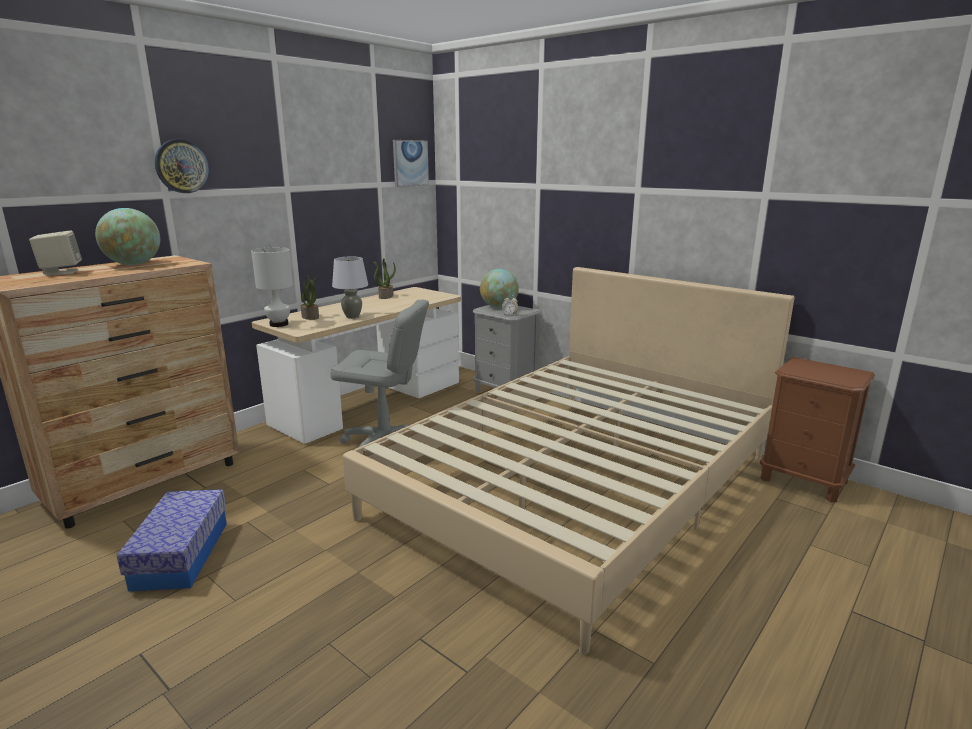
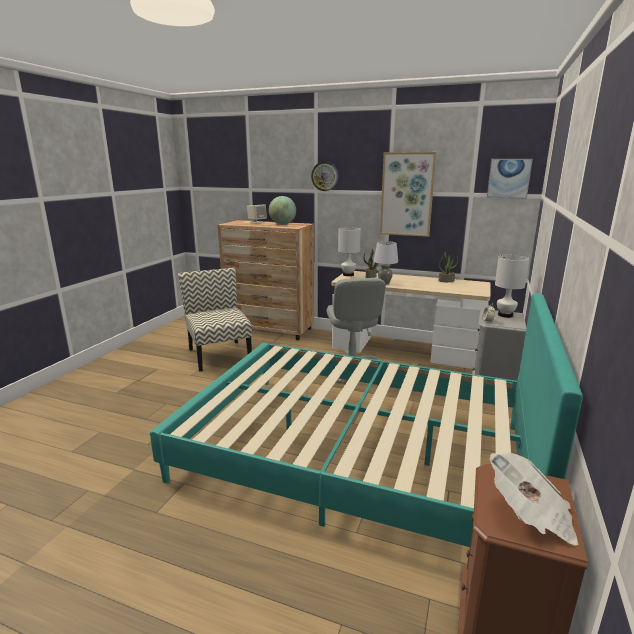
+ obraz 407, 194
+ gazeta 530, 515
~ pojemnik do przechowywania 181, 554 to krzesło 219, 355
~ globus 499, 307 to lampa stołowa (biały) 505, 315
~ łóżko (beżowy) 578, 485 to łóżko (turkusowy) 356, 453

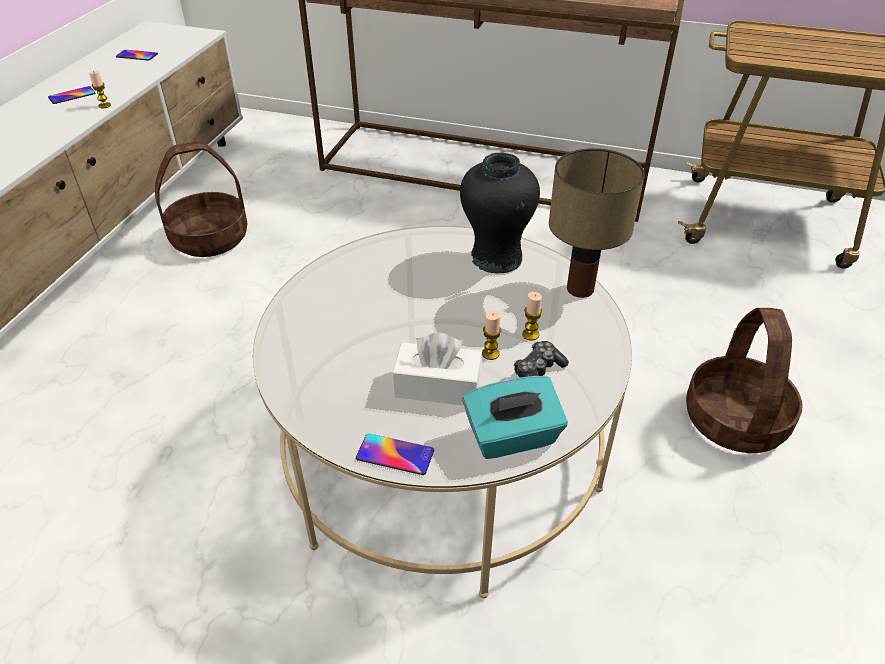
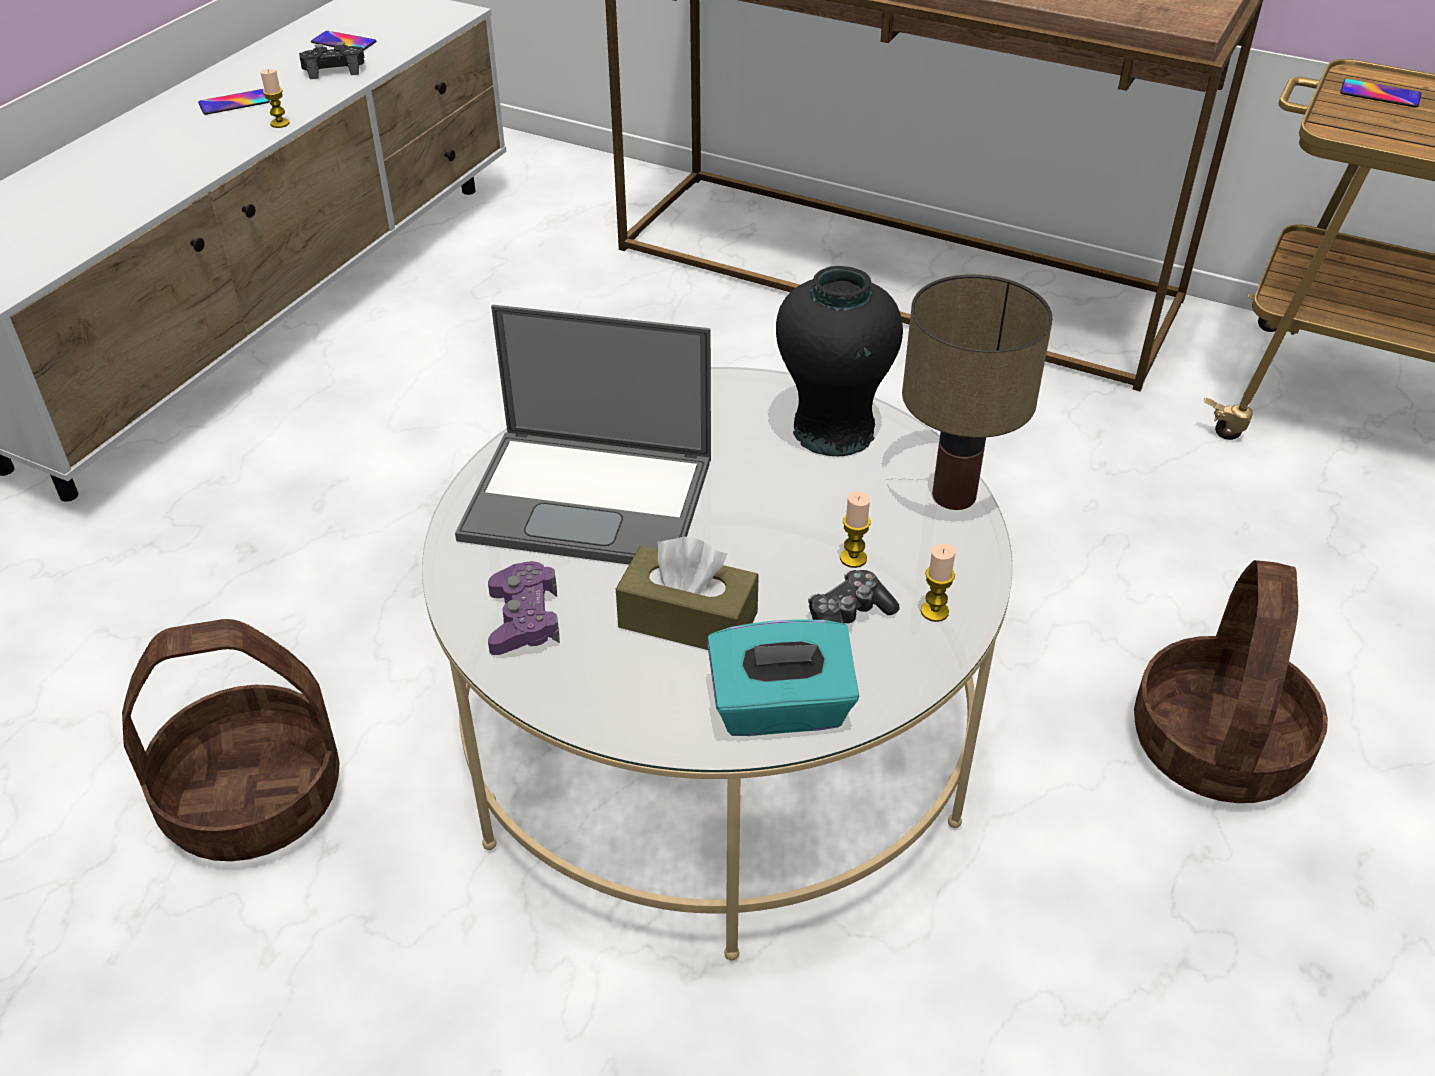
+ pad do gier (czarny) 334, 69
+ laptop 592, 498
+ pad do gier (fioletowy) 524, 619
~ koszyk 210, 238 to 254, 796
~ telefon 395, 454 to 1380, 94
~ świeca 490, 353 to 934, 611
~ pudełko chusteczek (biały) 437, 386 to pudełko chusteczek (brązowy) 688, 620

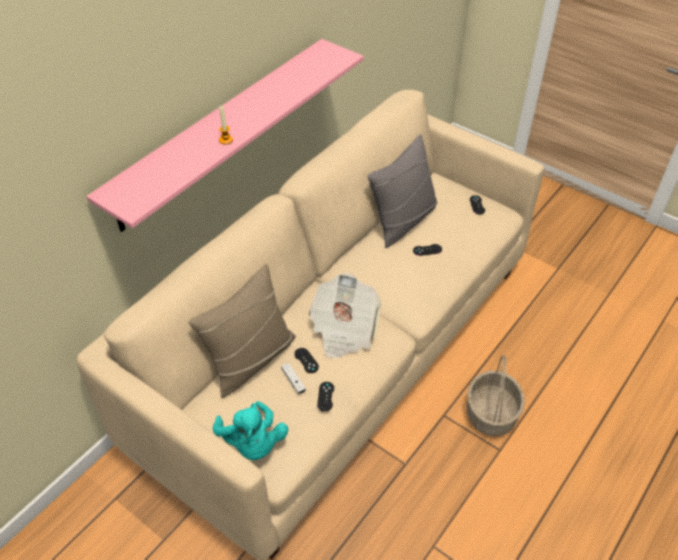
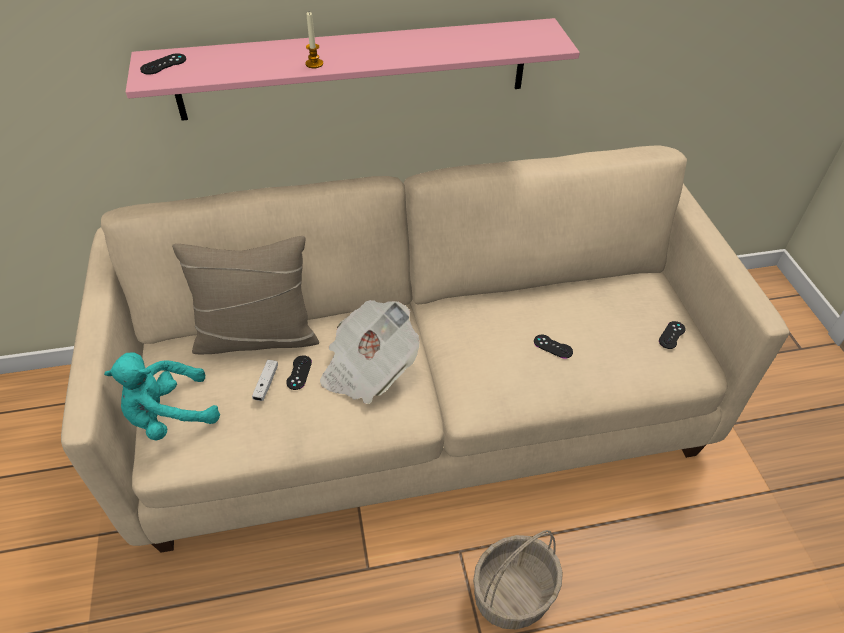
- poduszka (szary) 403, 220
~ pad do gier (czarny) 325, 396 to 163, 64
~ pluszak (turkusowy) 252, 443 = 169, 415 45 degrees clockwise

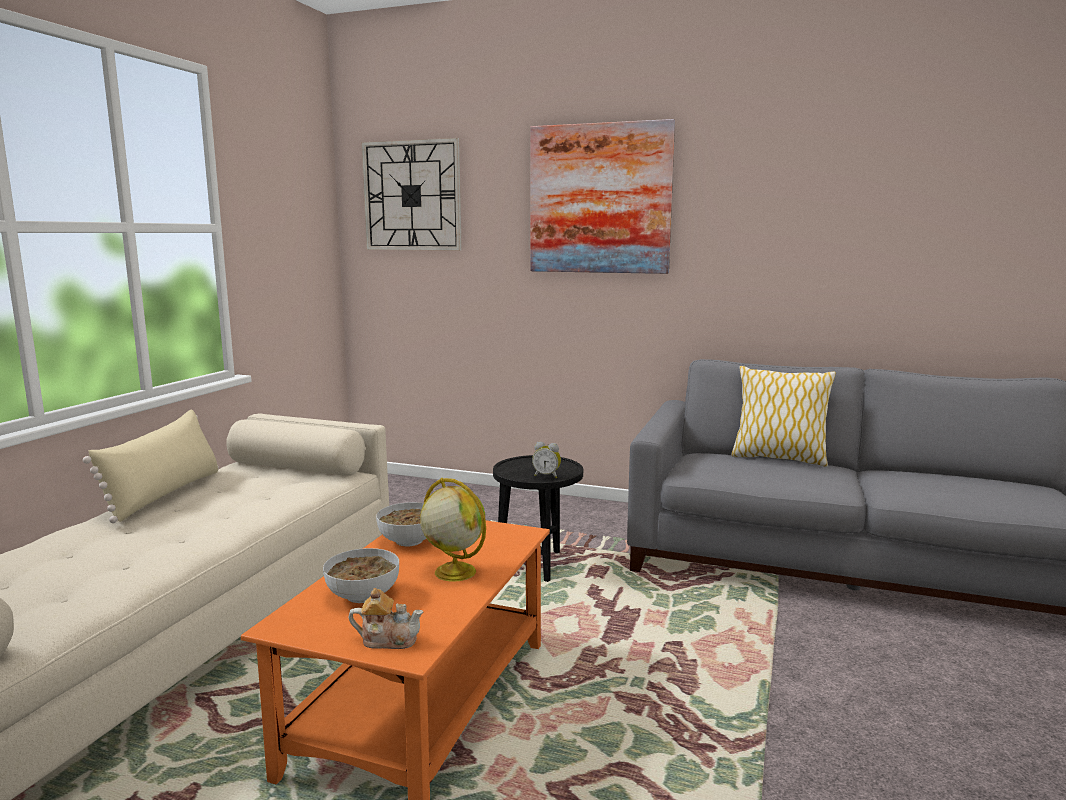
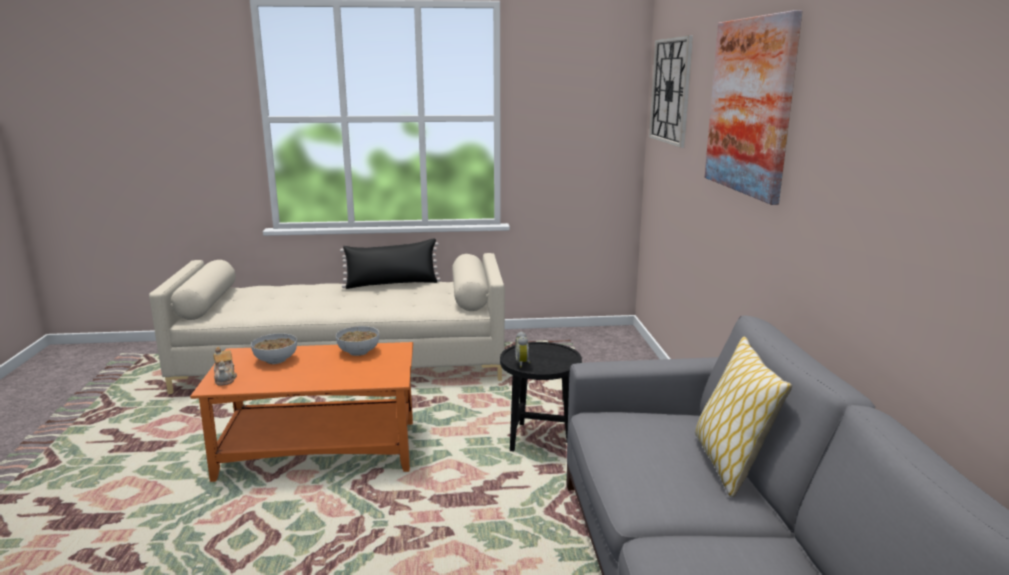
- globus 454, 572
~ poduszka (beżowy) 165, 494 to poduszka (czarny) 392, 284

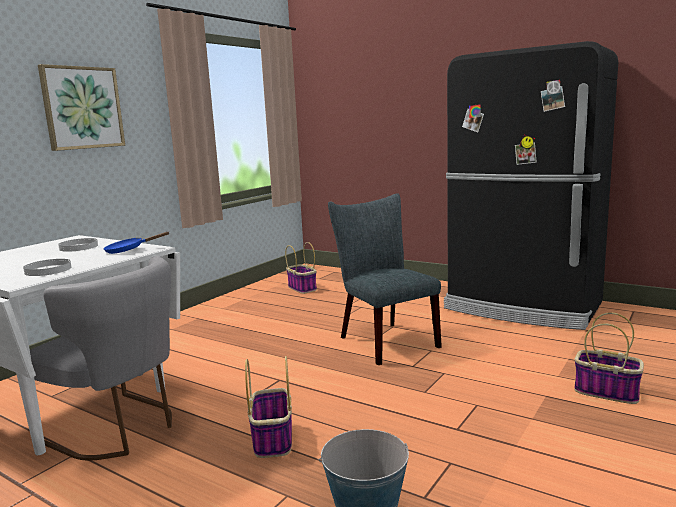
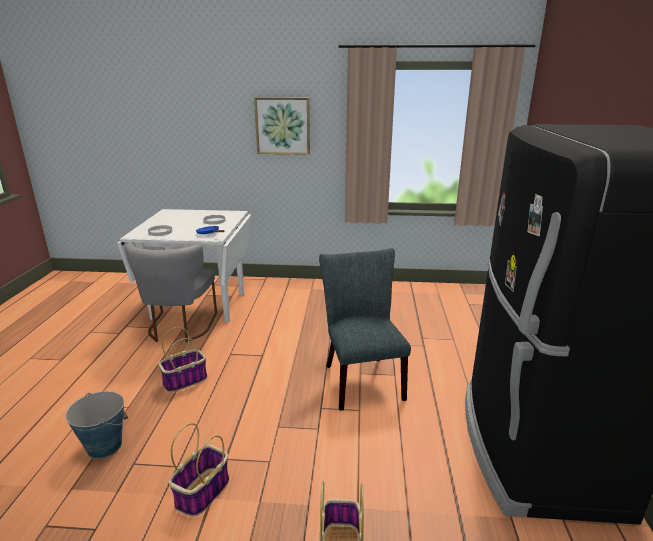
~ koszyk 302, 288 to 202, 493
~ krzesło (szary) 383, 340 = 360, 378 45 degrees counterclockwise

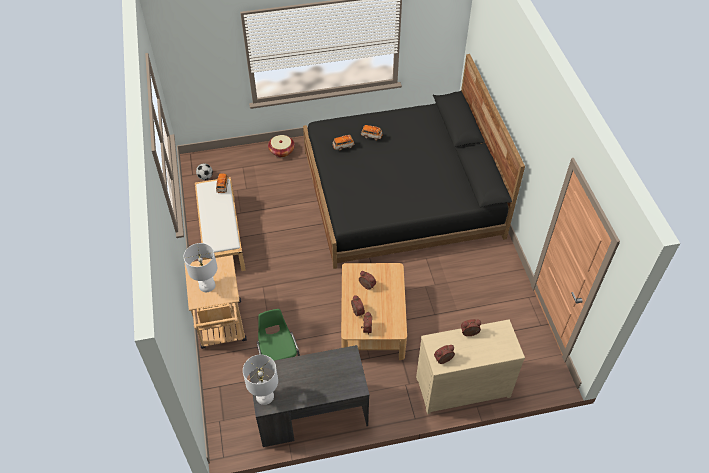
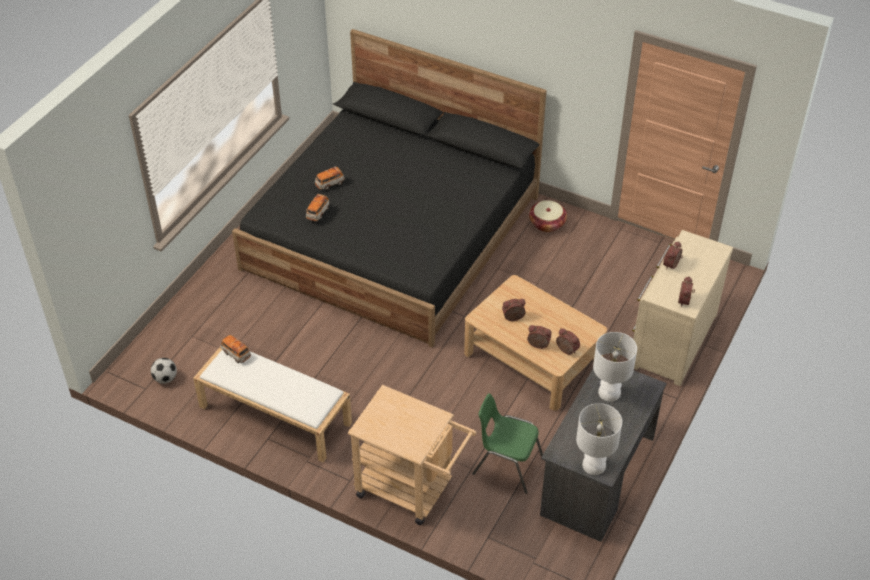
~ lampa stołowa (biały) 206, 285 to 609, 393
~ koszyk 282, 151 to 547, 223

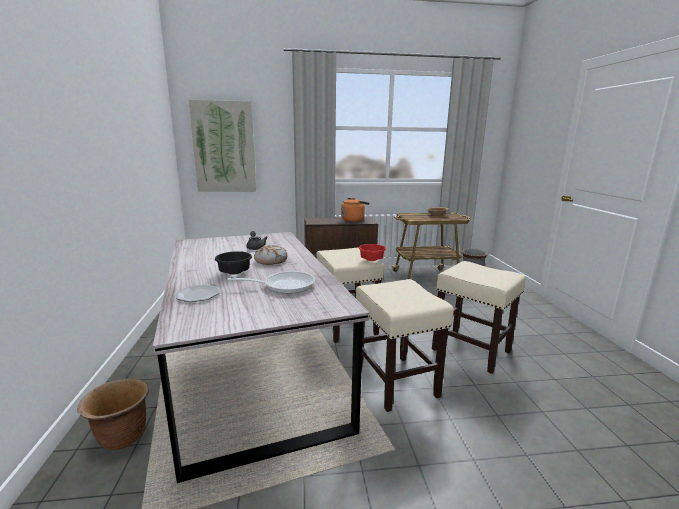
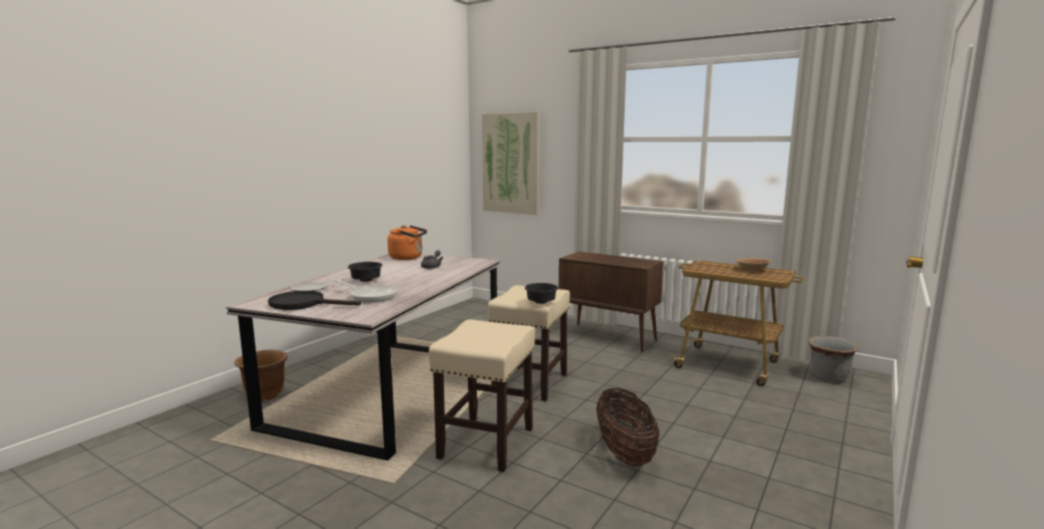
- chleb 271, 260
+ patelnia (czarny) 304, 304
~ czajnik (pomarańczowy) 354, 220 to 408, 258
~ stołek (beżowy) 472, 350 to koszyk 624, 453
~ miska (czerwony) 371, 260 to miska (czarny) 541, 302

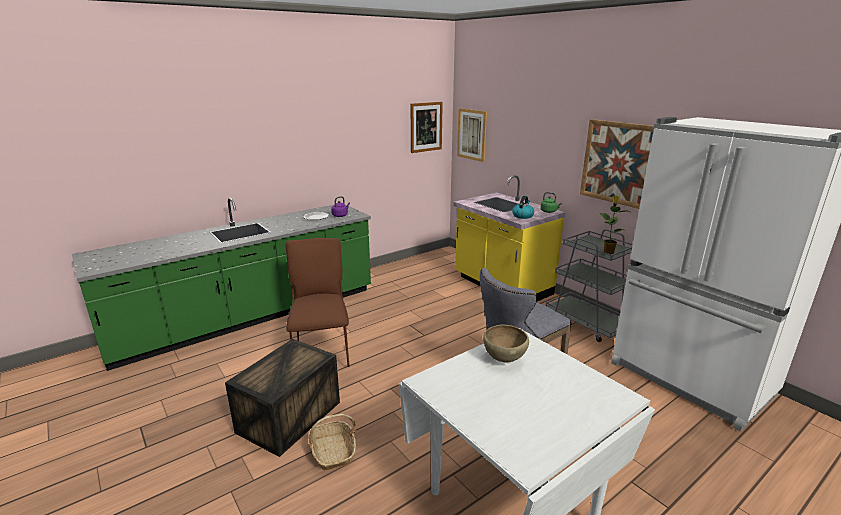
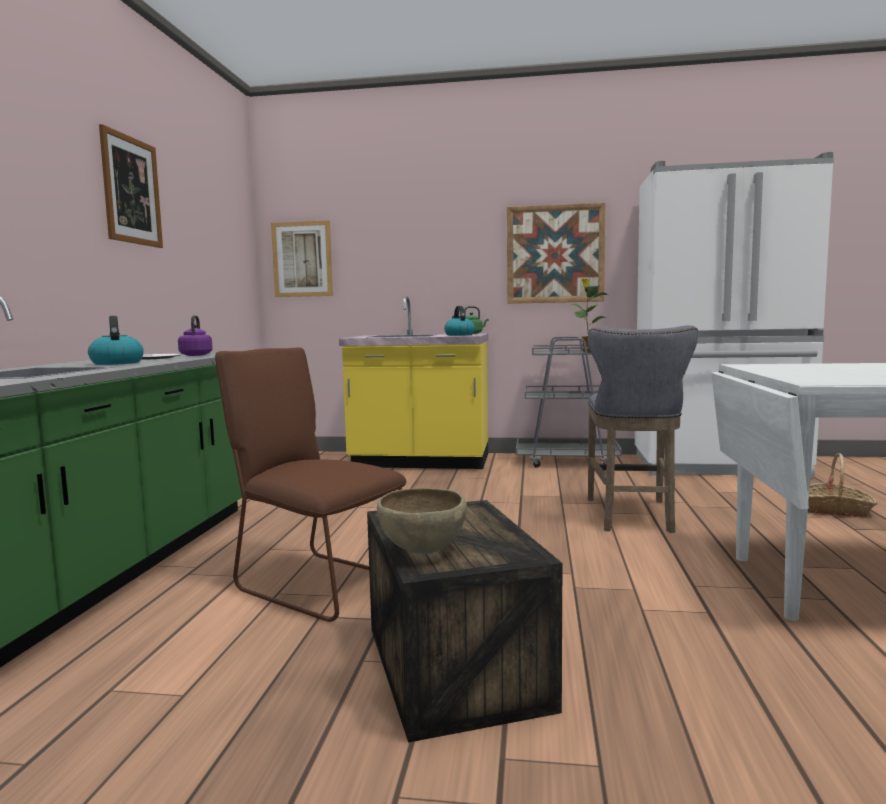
+ czajnik 116, 363
~ koszyk 333, 451 to 833, 510
~ obraz 426, 127 to 131, 190
~ miska (brązowy) 504, 359 to 422, 552

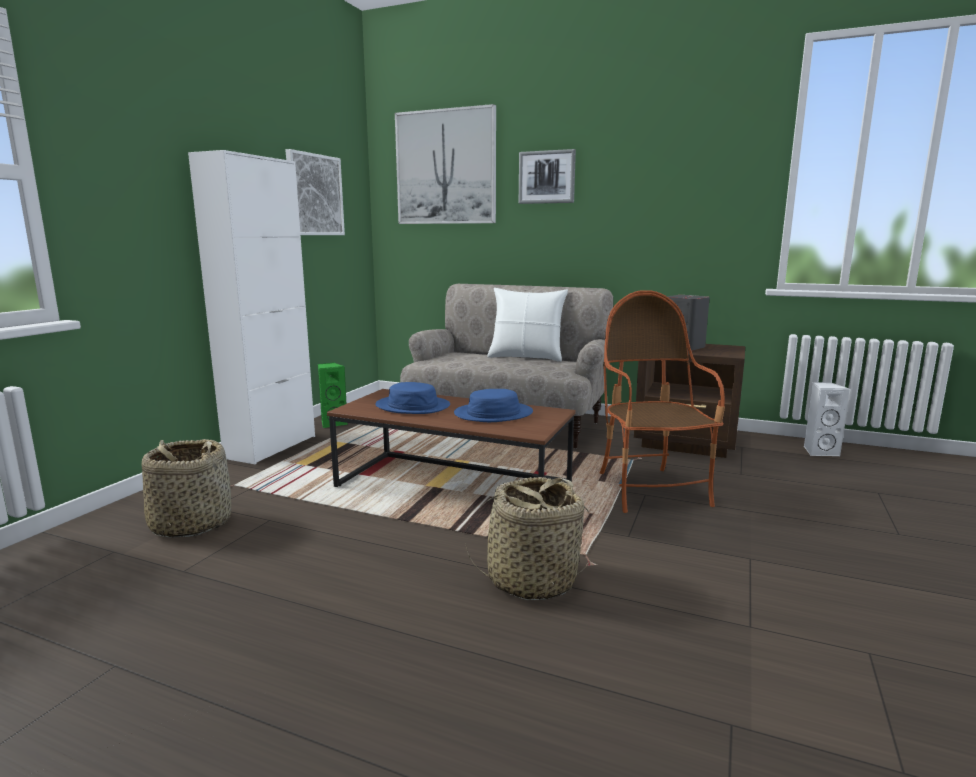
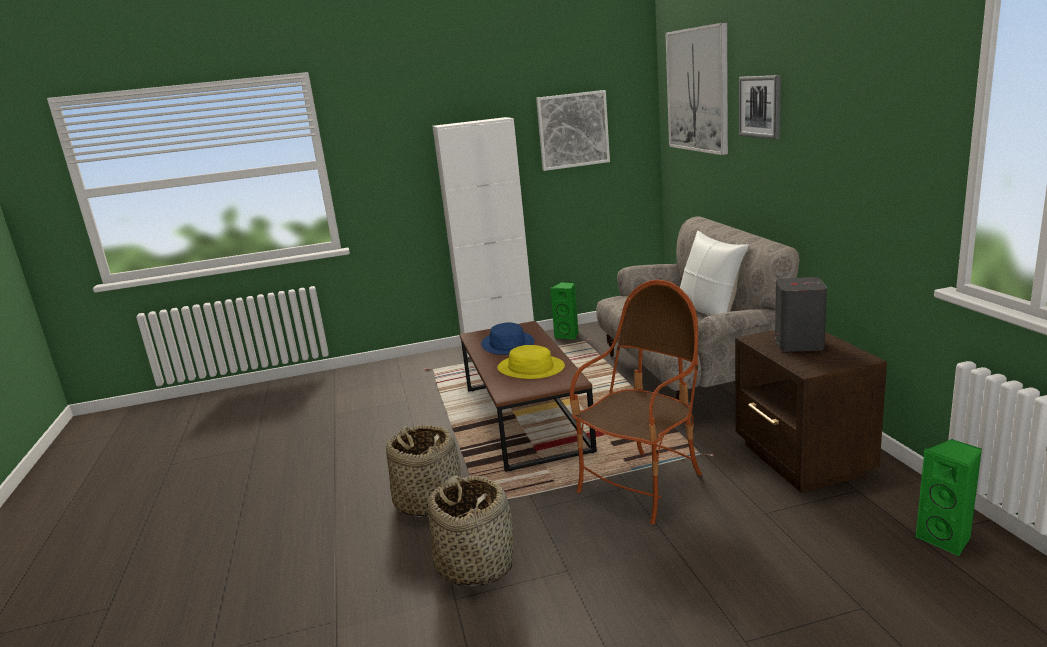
~ koszyk 191, 524 to 475, 564
~ kapelusz (niebieski) 493, 414 to kapelusz (żółty) 530, 368
~ głośnik (biały) 819, 451 to głośnik (zielony) 946, 539

